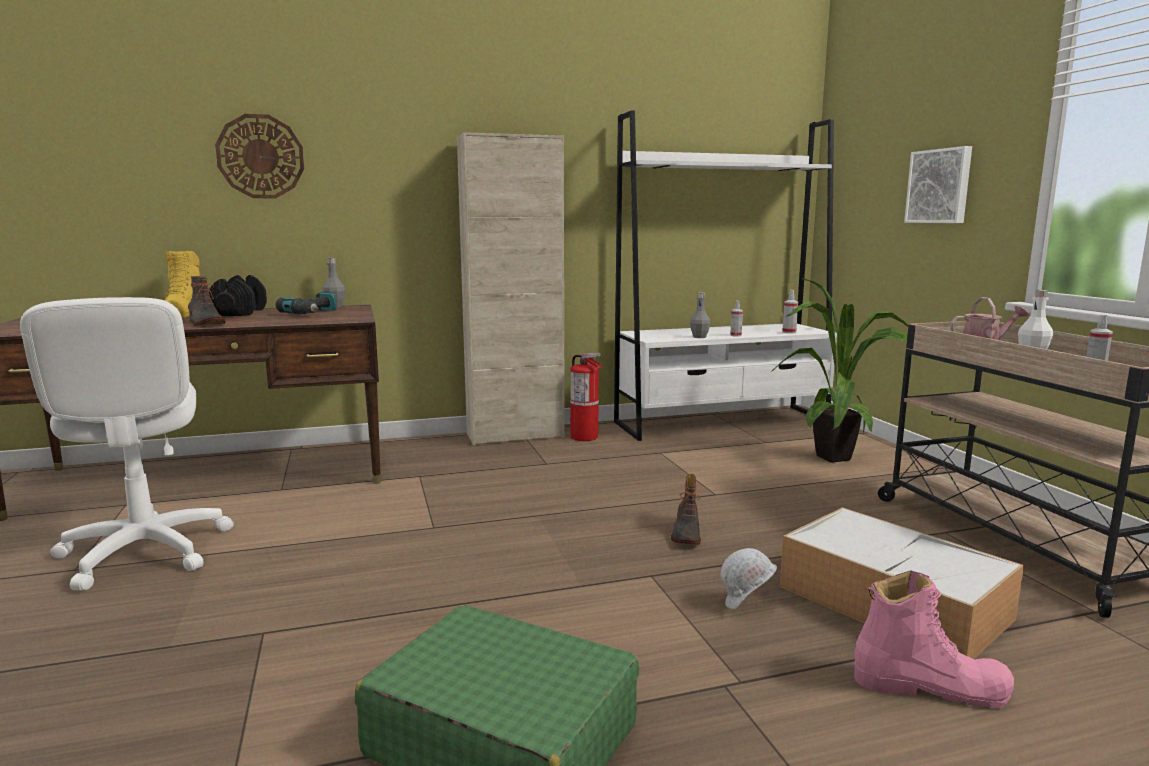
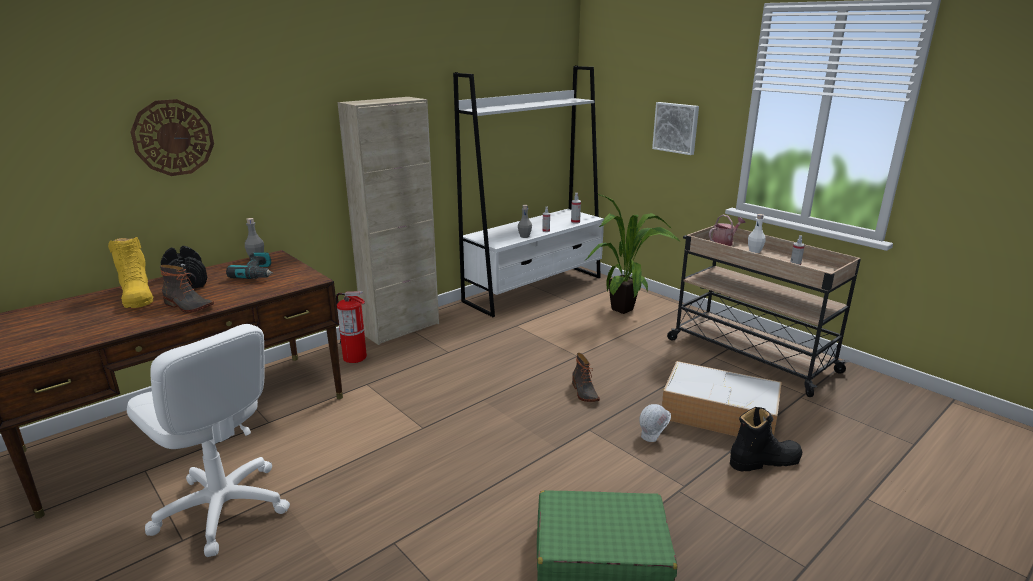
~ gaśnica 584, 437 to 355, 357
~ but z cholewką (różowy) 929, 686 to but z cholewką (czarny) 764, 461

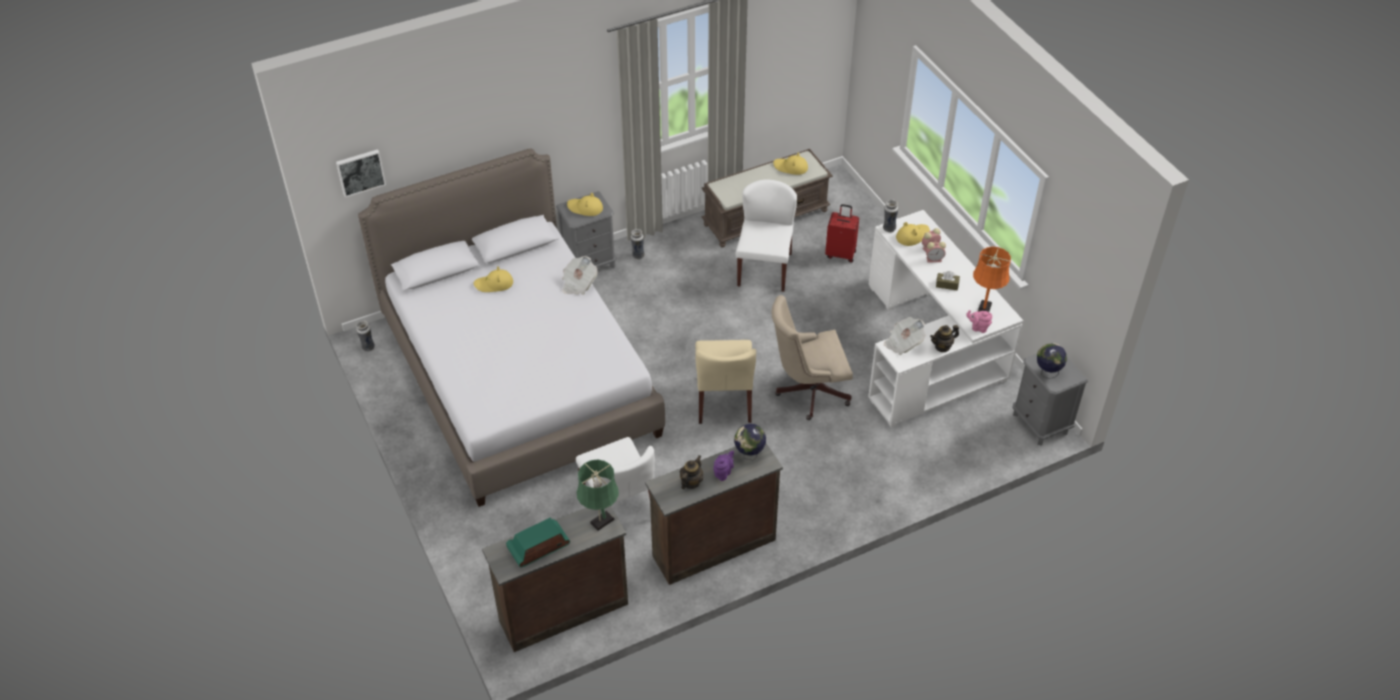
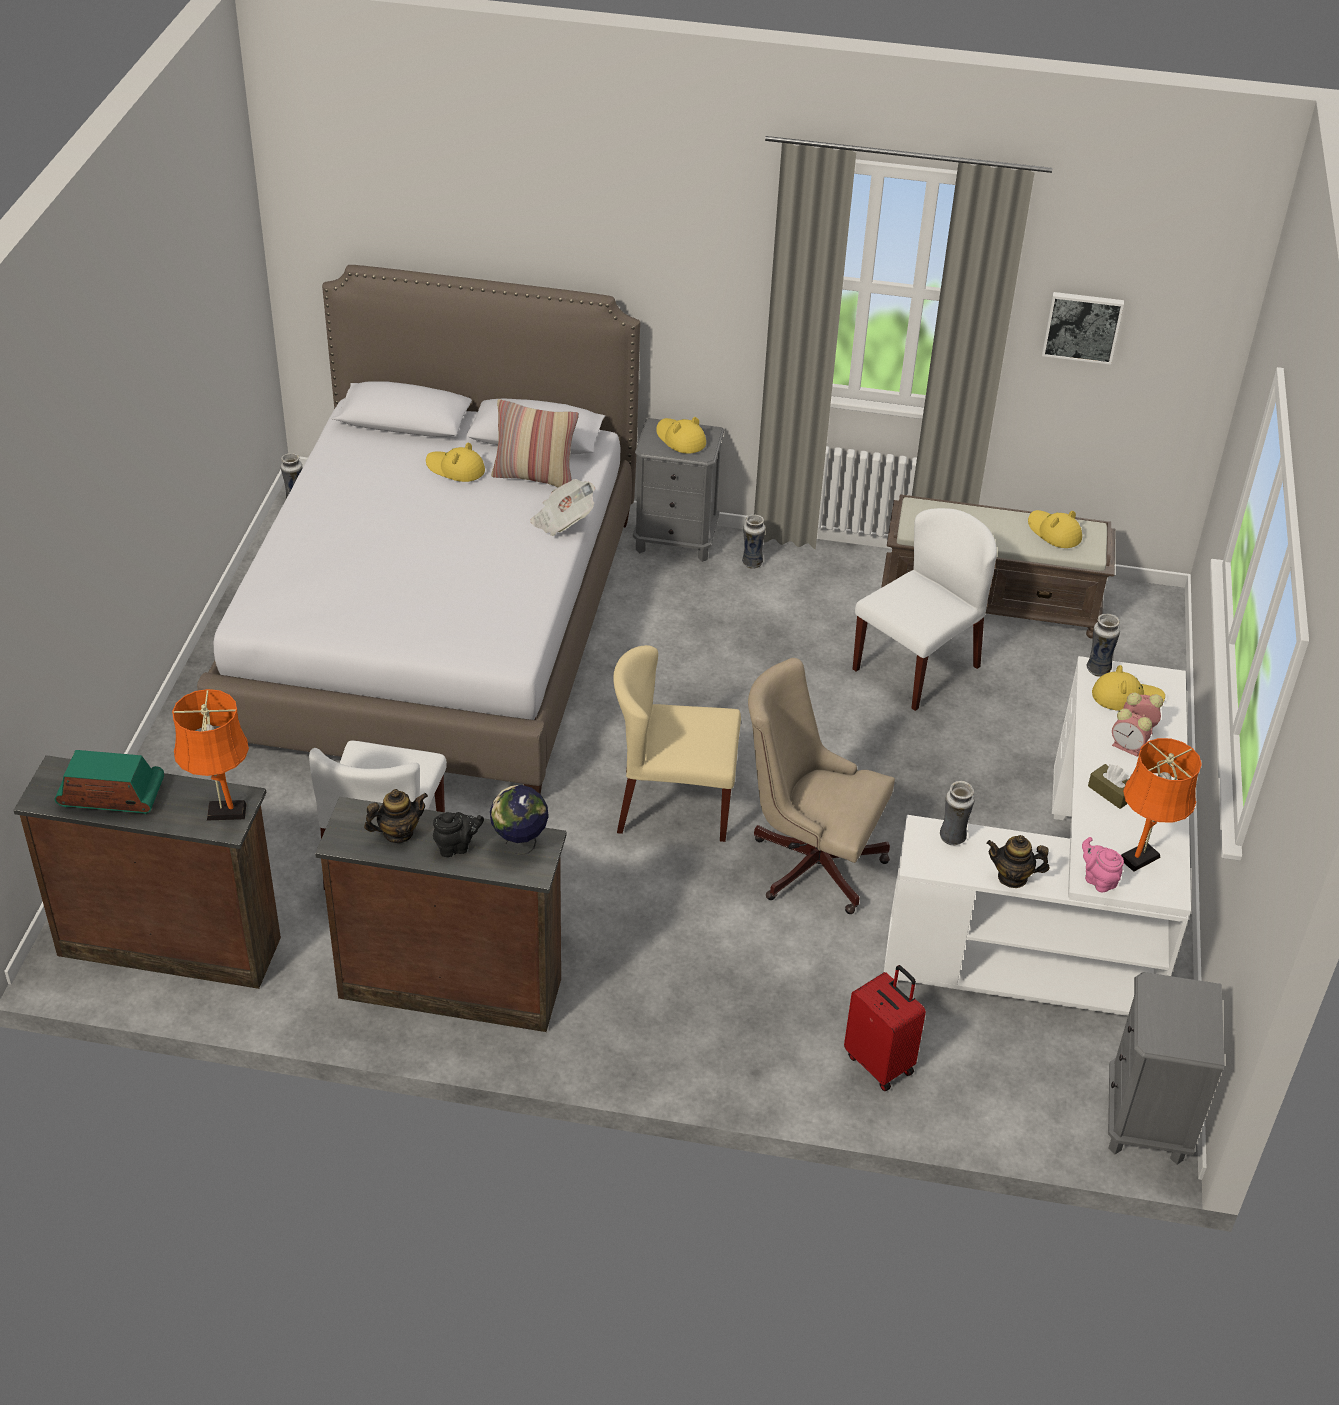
- globus 1047, 373
+ poduszka 535, 477
~ obraz 360, 172 to 1082, 326
~ walizka (czerwony) 841, 254 to 880, 1063
~ gazeta 903, 343 to wazon 952, 838
~ lampa stołowa (zielony) 600, 522 to lampa stołowa (pomarańczowy) 222, 812
~ imbryk (fioletowy) 723, 473 to imbryk (czarny) 456, 847
~ krzesło (beżowy) 724, 400 = 673, 805 60 degrees clockwise

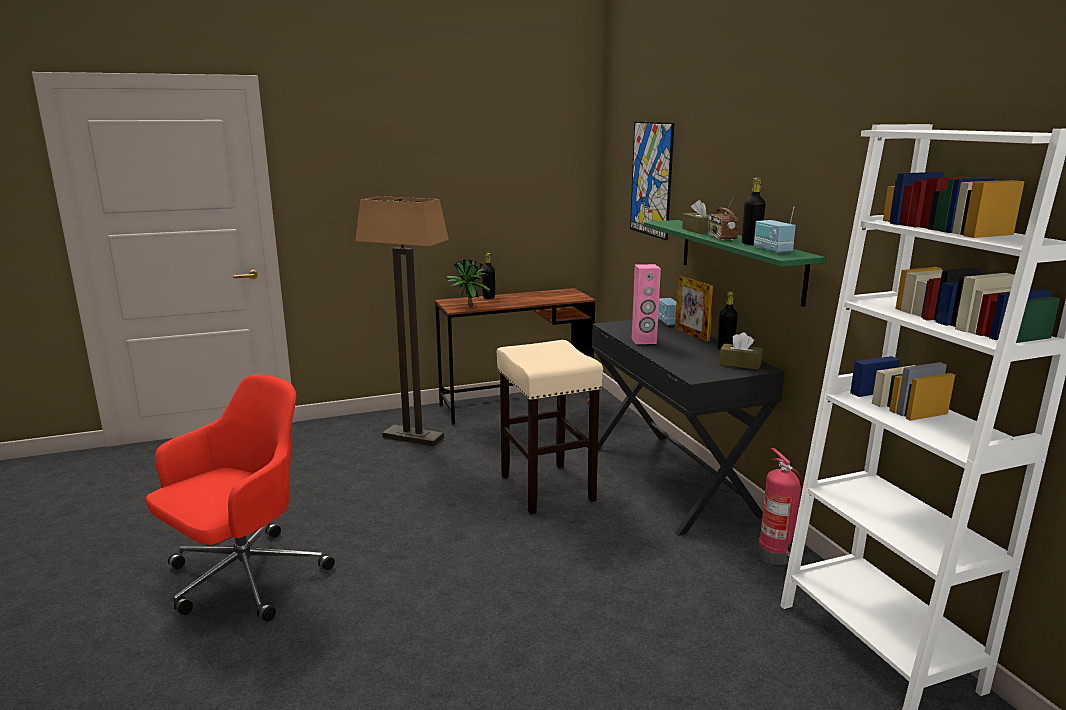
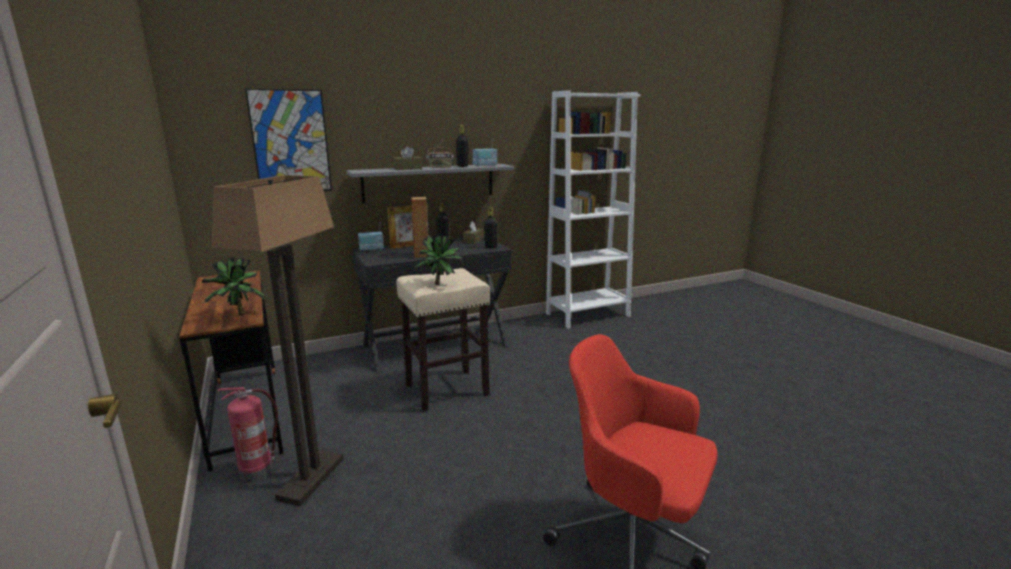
+ roślina doniczkowa 441, 284
~ butelka (czarny) 489, 297 to 490, 247
~ gaśnica 777, 556 to 258, 471
~ głośnik (różowy) 644, 341 to głośnik (brązowy) 421, 255
~ półka (zielony) 739, 259 to półka (szary) 429, 182

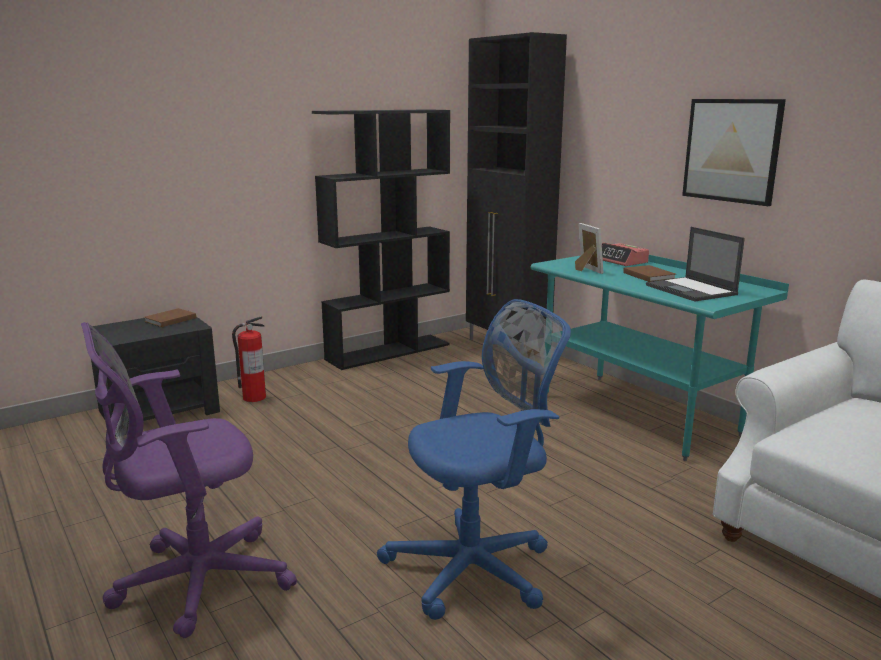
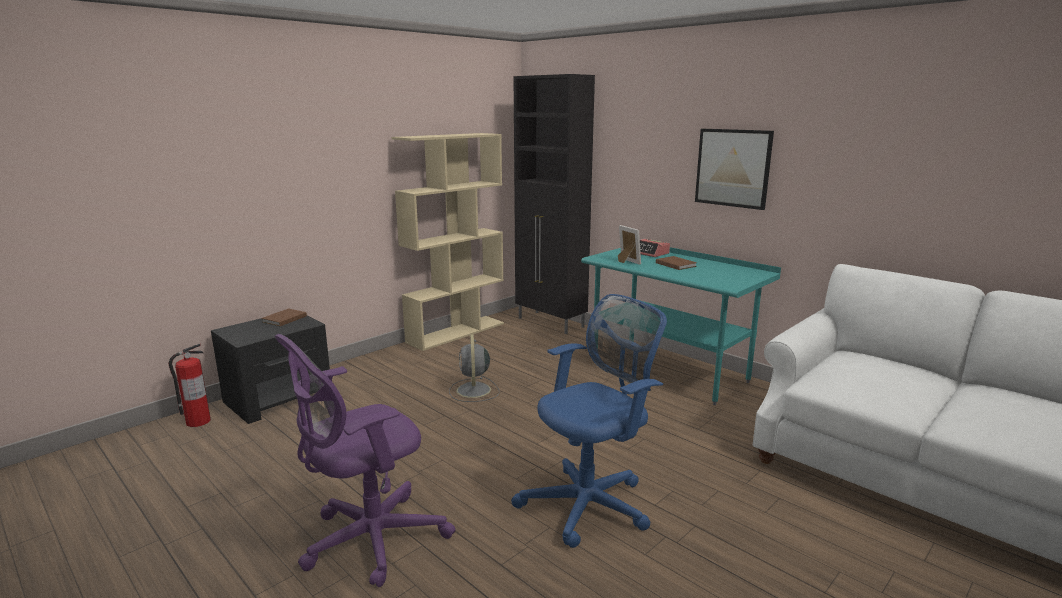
- laptop 691, 290
+ wentylator (szary) 473, 391
~ gaśnica 253, 397 to 197, 421
~ regał (czarny) 388, 351 to regał (beżowy) 456, 332

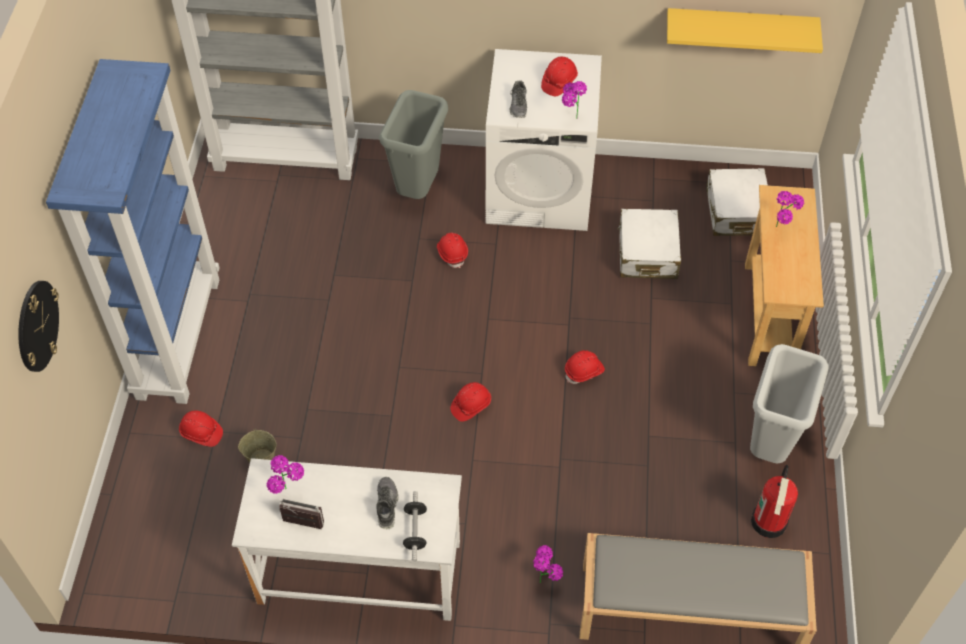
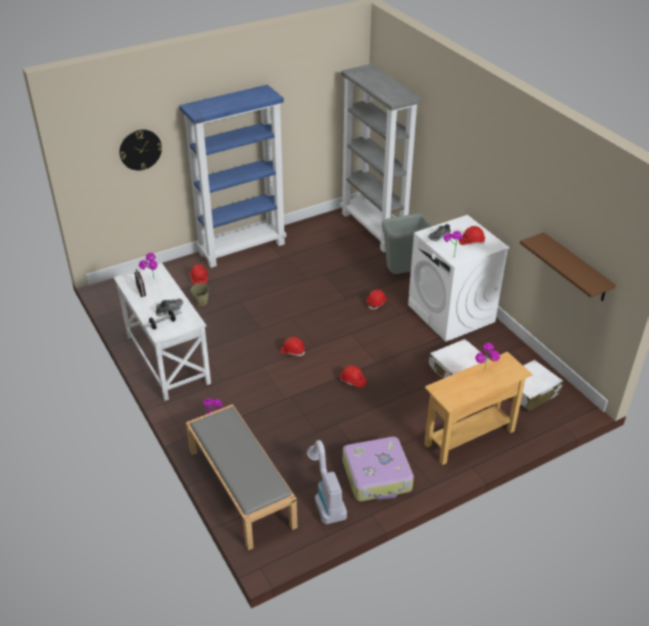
~ kosz na śmieci (szary) 768, 445 to walizka 377, 476
~ gaśnica 769, 522 to odkurzacz 325, 498
~ półka (żółty) 740, 27 to półka (brązowy) 576, 268

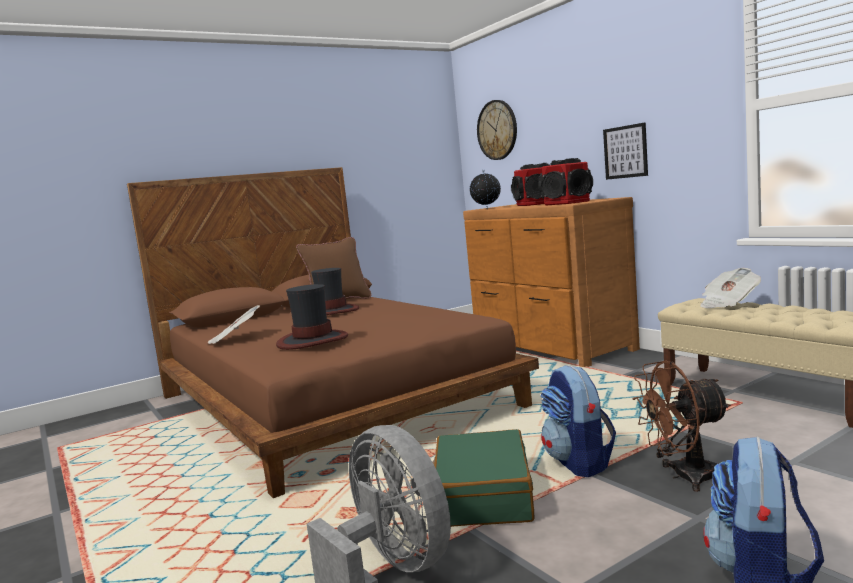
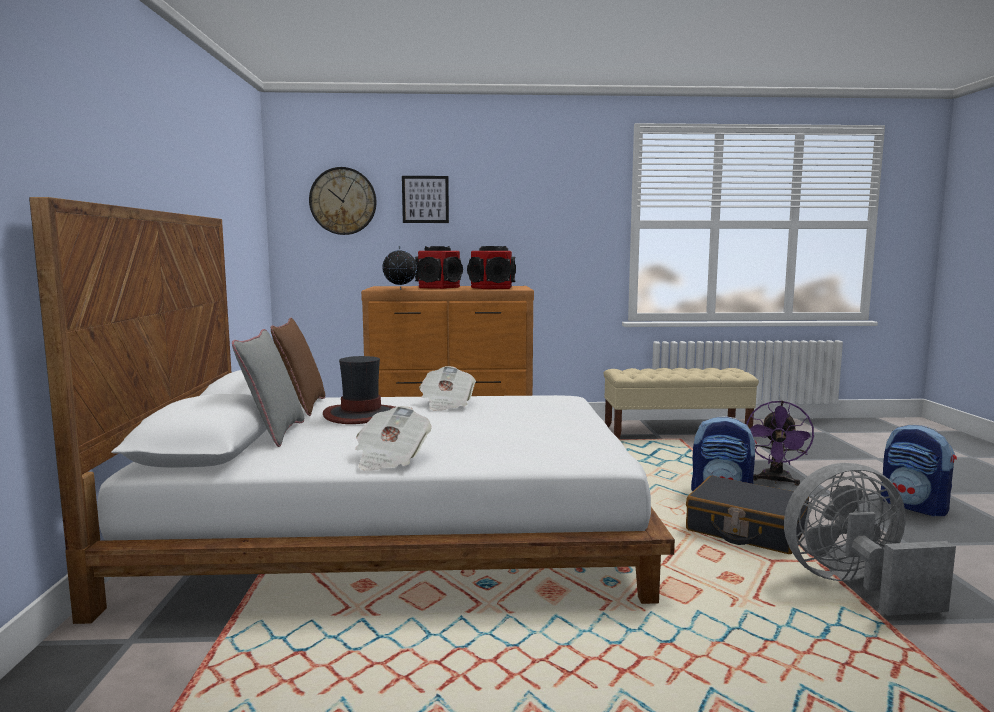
- kapelusz 312, 340
+ poduszka (szary) 274, 433
~ obraz 625, 152 to 425, 199
~ gazeta 728, 304 to 446, 404
~ łóżko (brązowy) 330, 400 to łóżko (biały) 399, 528
~ walizka (zielony) 482, 495 to walizka (czarny) 745, 530
~ wentylator (brązowy) 684, 476 to wentylator (fioletowy) 775, 481

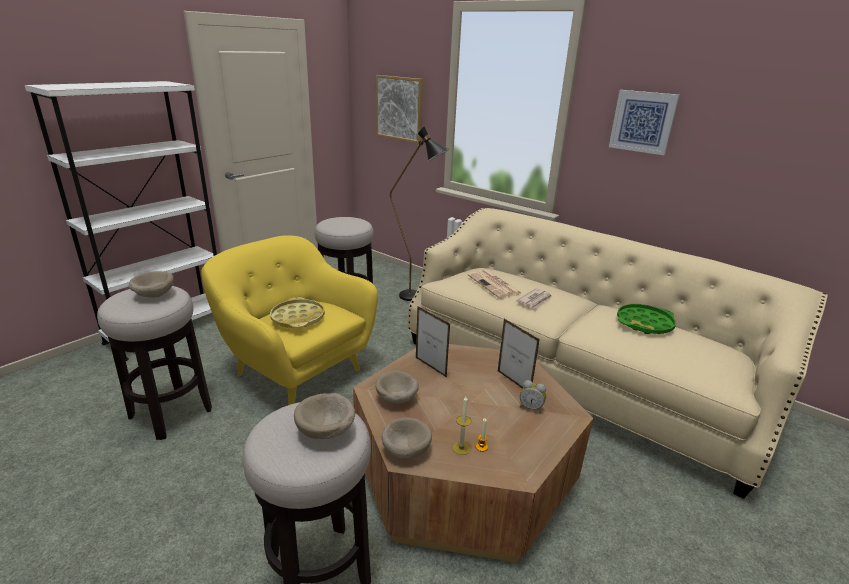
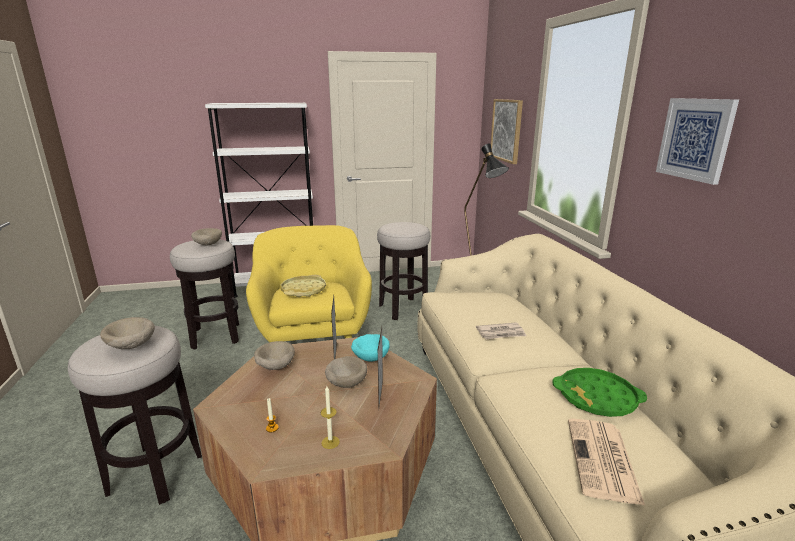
- budzik 531, 407
+ miska (turkusowy) 371, 357
~ miska (beżowy) 405, 450 to 346, 382
~ świeca 461, 448 to 330, 442
~ gazeta 495, 285 to 603, 461

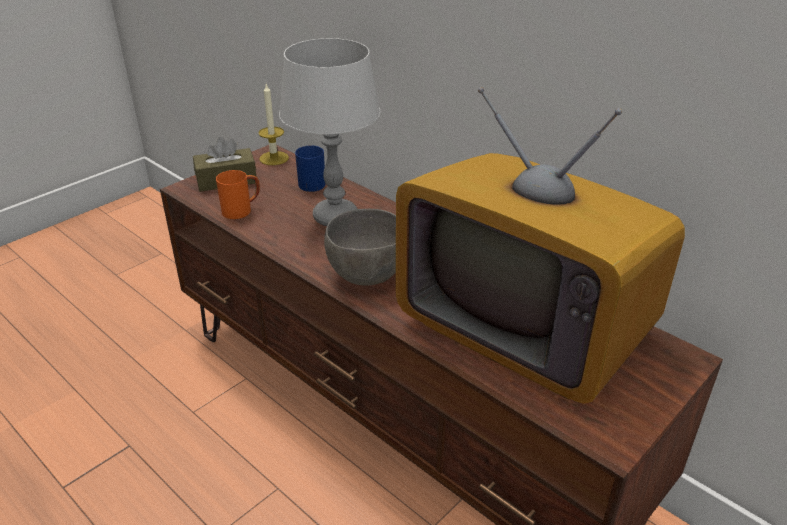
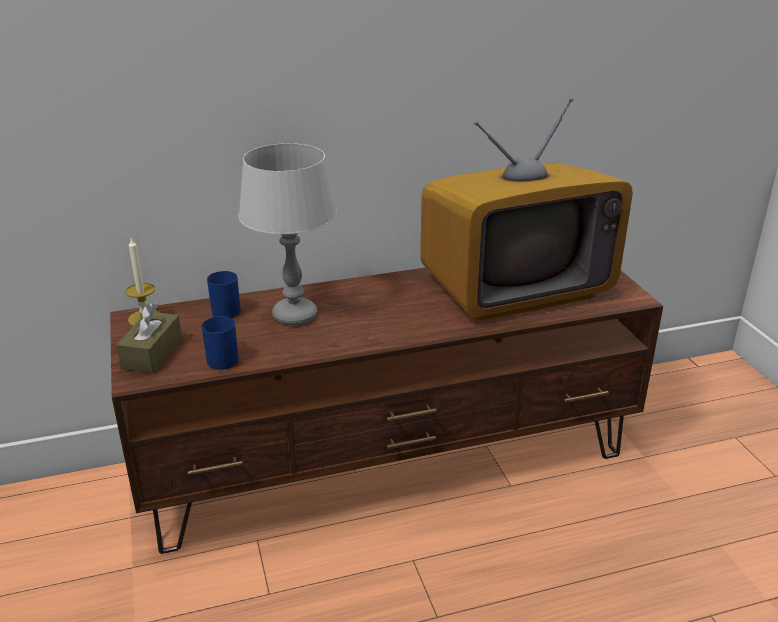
- miska (szary) 366, 275
~ kubek (pomarańczowy) 242, 210 to kubek (niebieski) 223, 358

